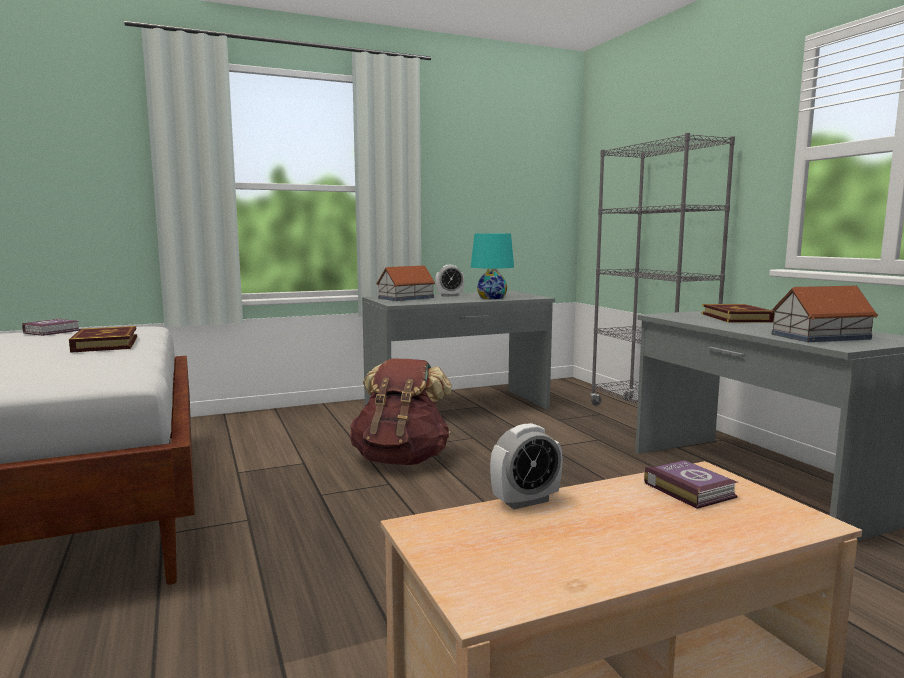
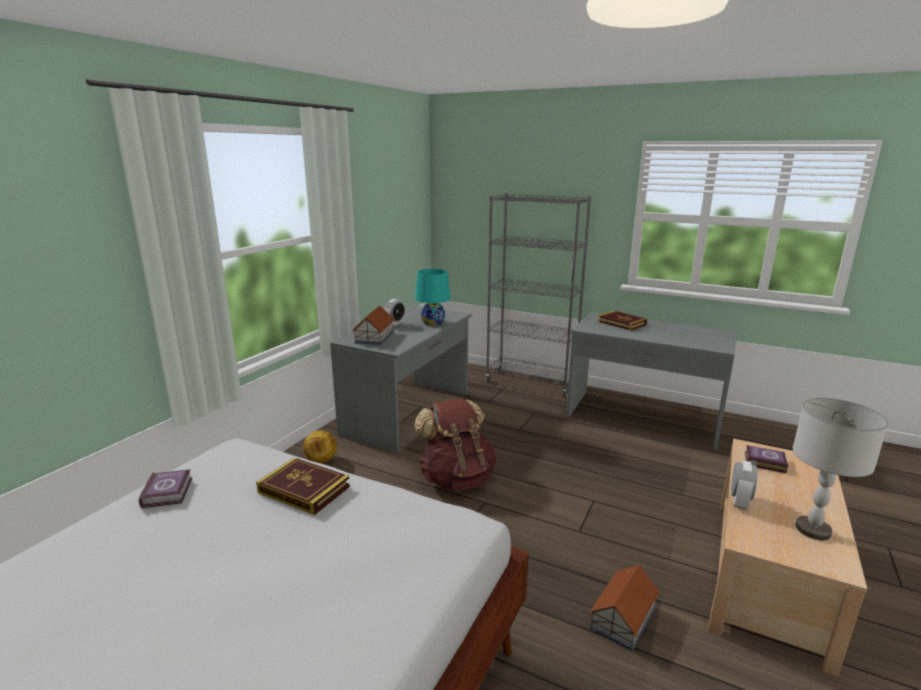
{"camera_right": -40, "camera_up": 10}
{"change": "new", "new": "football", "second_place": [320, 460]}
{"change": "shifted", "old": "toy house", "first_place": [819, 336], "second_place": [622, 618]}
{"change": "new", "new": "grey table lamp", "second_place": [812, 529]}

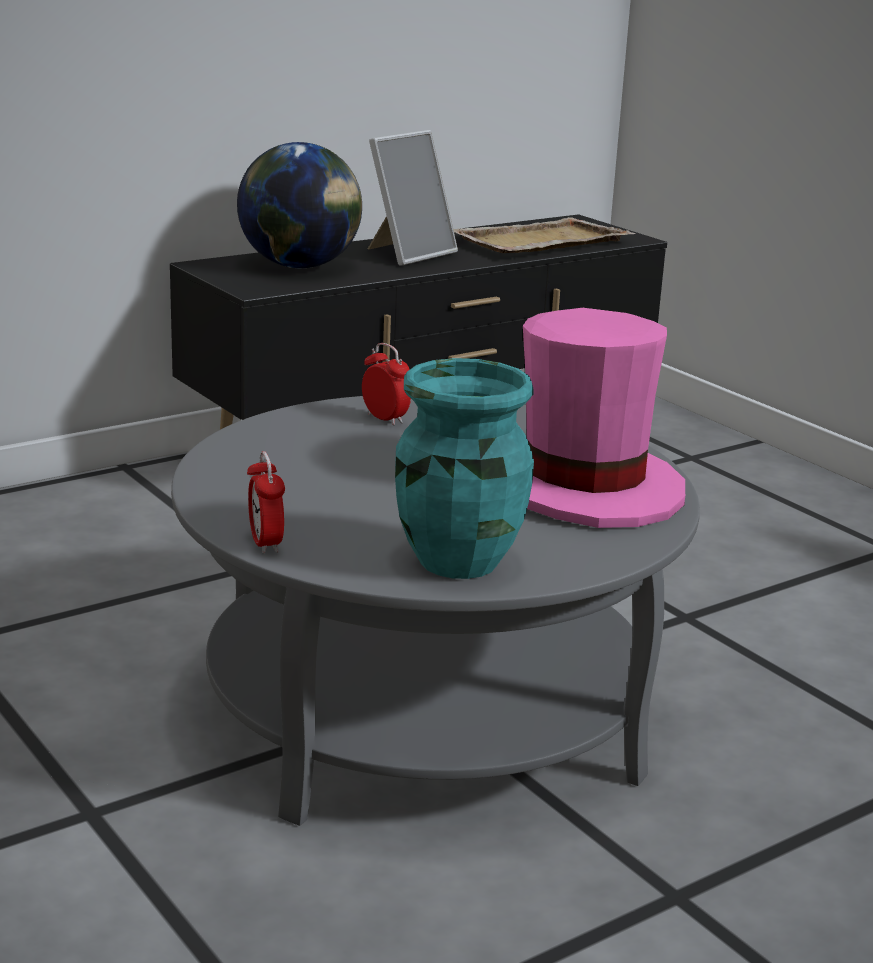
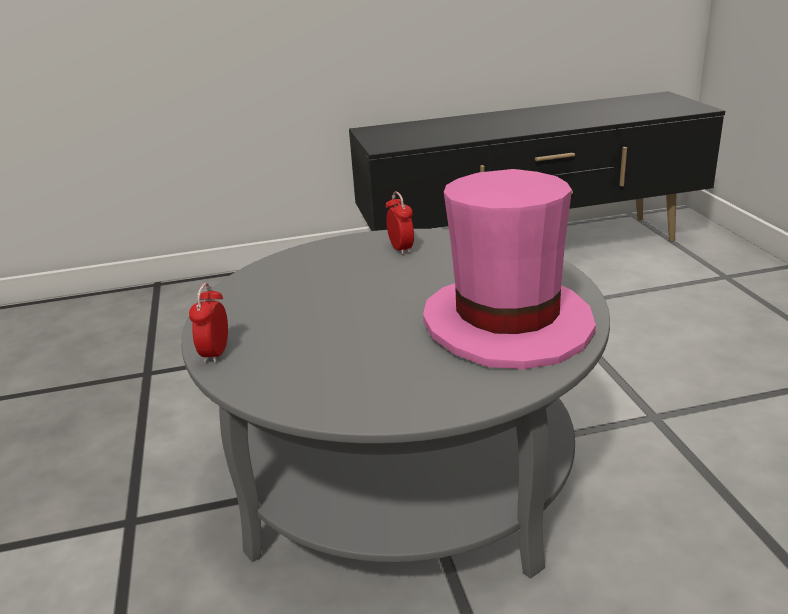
{"camera_right": 25, "camera_up": 5}
{"change": "gone", "old": "globe", "first_place": [300, 266]}
{"change": "gone", "old": "picture frame", "first_place": [408, 254]}
{"change": "gone", "old": "turquoise vase", "first_place": [456, 561]}
{"change": "gone", "old": "beige tray", "first_place": [539, 242]}

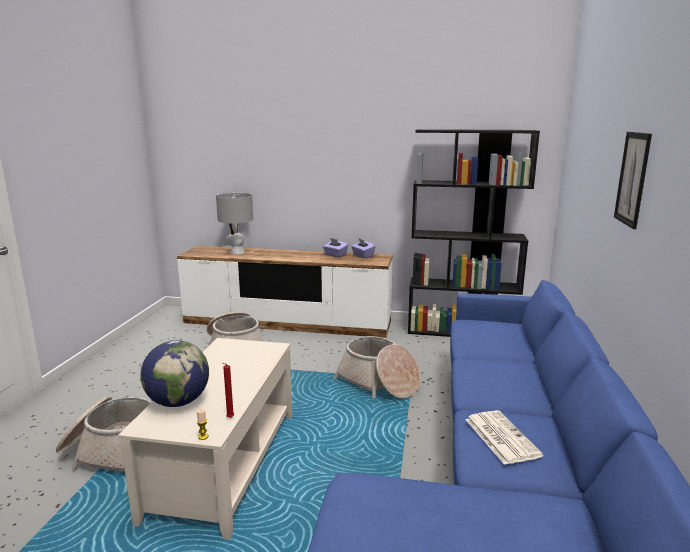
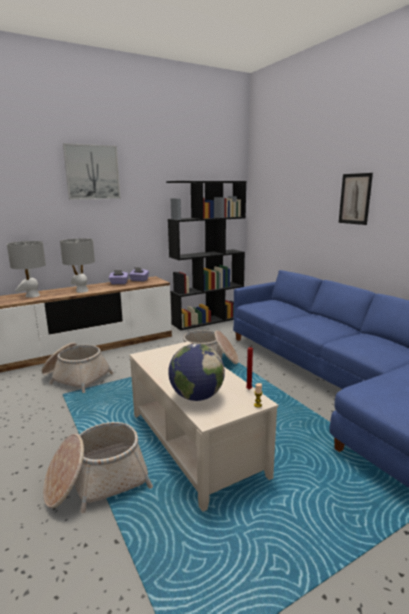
{"camera_right": -40, "camera_up": 0}
{"change": "new", "new": "grey table lamp", "second_place": [82, 291]}
{"change": "new", "new": "picture", "second_place": [92, 172]}
{"change": "gone", "old": "newspaper", "first_place": [500, 437]}

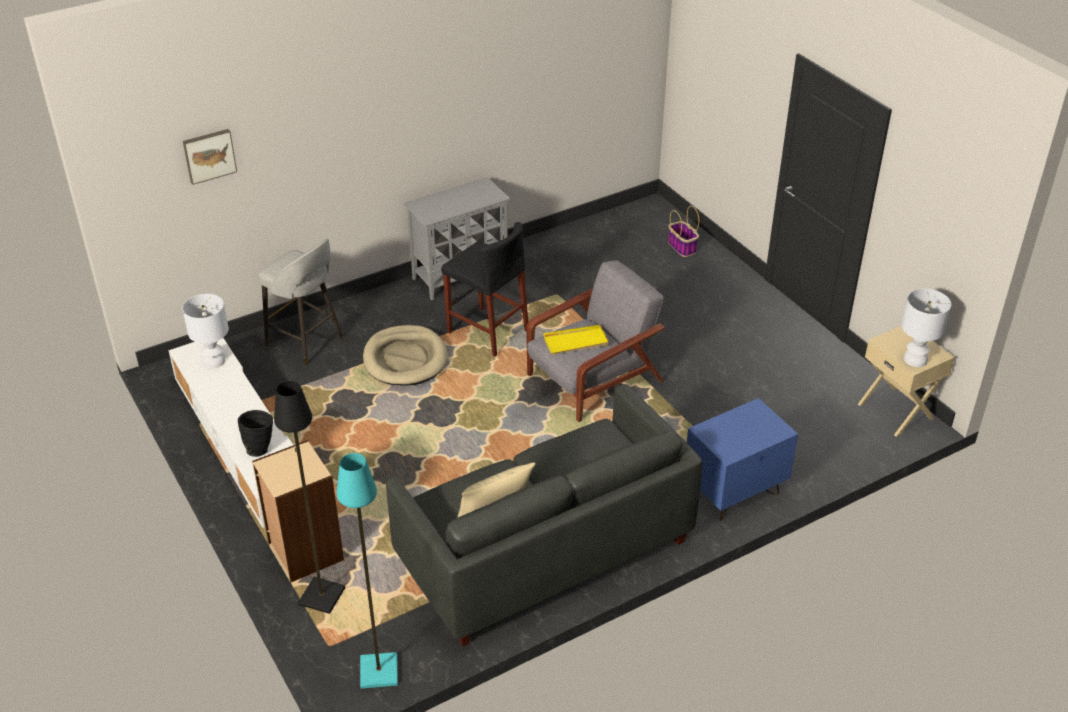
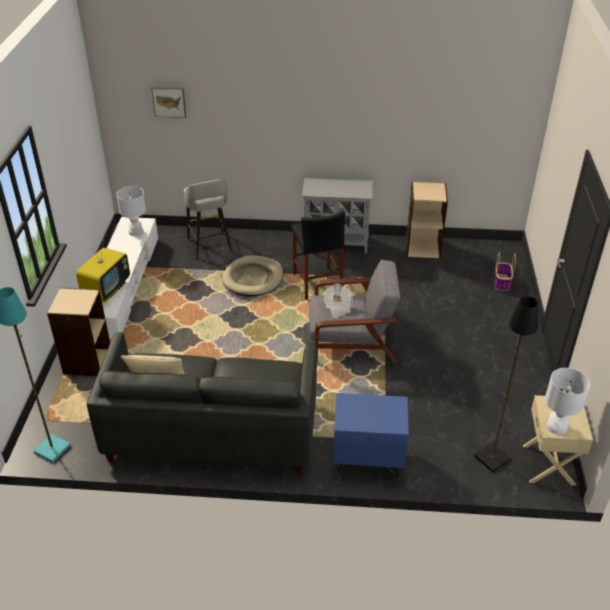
{"camera_right": 35, "camera_up": 0}
{"change": "swapped", "old": "black vase", "new": "television", "first_place": [260, 448], "second_place": [106, 289]}
{"change": "swapped", "old": "yellow tray", "new": "newspaper", "first_place": [576, 342], "second_place": [337, 307]}
{"change": "new", "new": "beige bookcase", "second_place": [422, 248]}
{"change": "shifted", "old": "black floor lamp", "first_place": [322, 597], "second_place": [492, 459]}

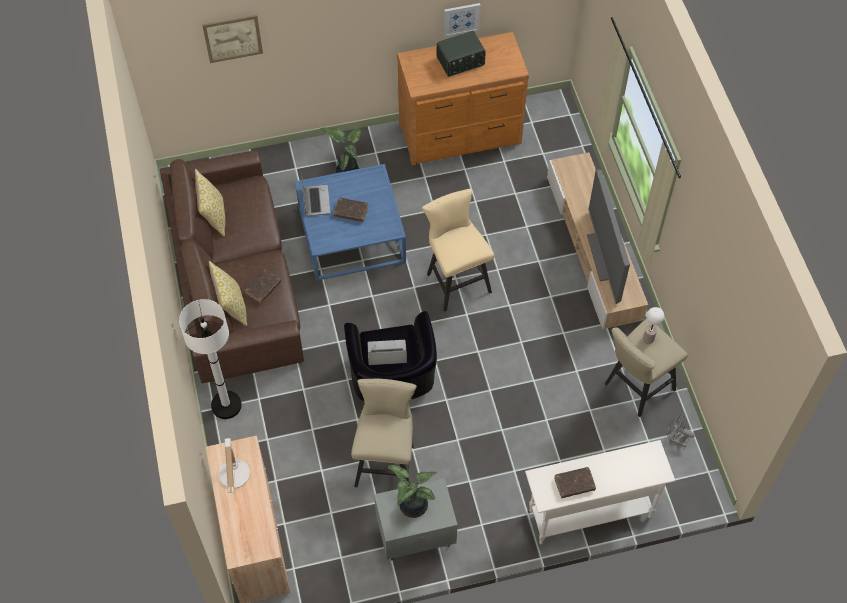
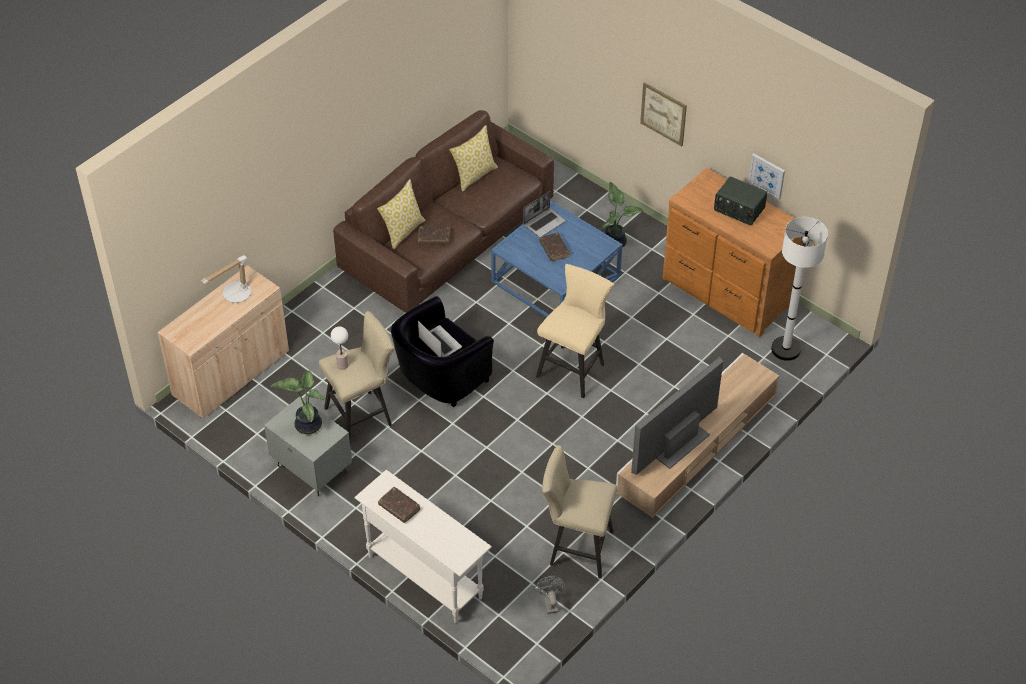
{"camera_right": 55, "camera_up": -10}
{"change": "shifted", "old": "table lamp", "first_place": [648, 339], "second_place": [342, 365]}
{"change": "shifted", "old": "picture", "first_place": [233, 38], "second_place": [663, 114]}
{"change": "shifted", "old": "white floor lamp", "first_place": [226, 405], "second_place": [786, 349]}

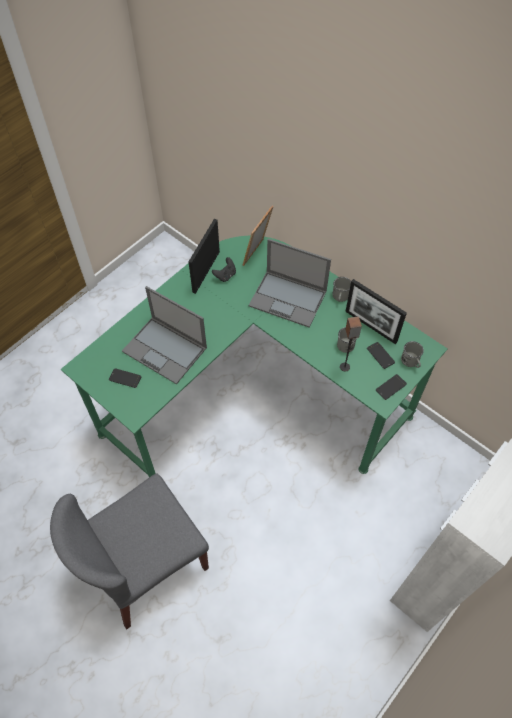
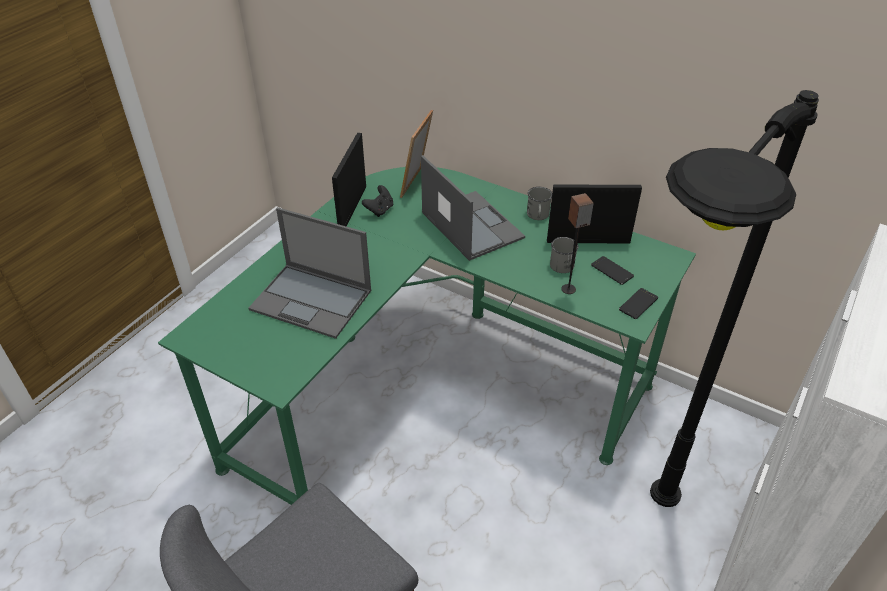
{"camera_right": -10, "camera_up": -15}
{"change": "rotated", "old": "laptop", "first_place": [289, 299], "second_place": [471, 225], "degrees": -135}
{"change": "rotated", "old": "picture frame", "first_place": [371, 326], "second_place": [588, 241], "degrees": 150}
{"change": "new", "new": "black floor lamp", "second_place": [621, 566]}
{"change": "gone", "old": "phone", "first_place": [125, 378]}
{"change": "gone", "old": "grey mug", "first_place": [411, 362]}

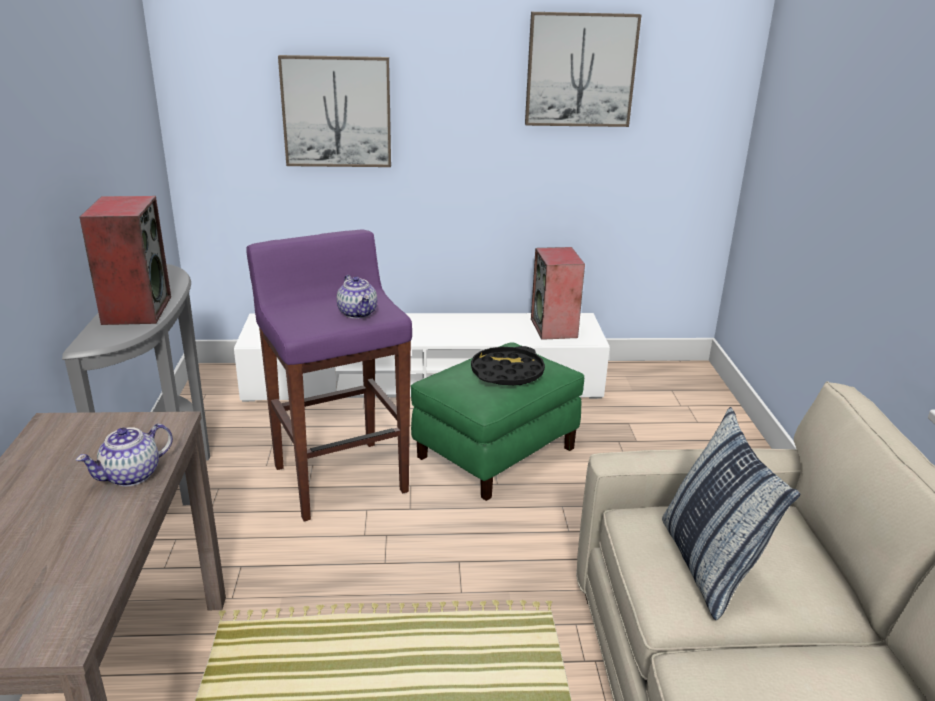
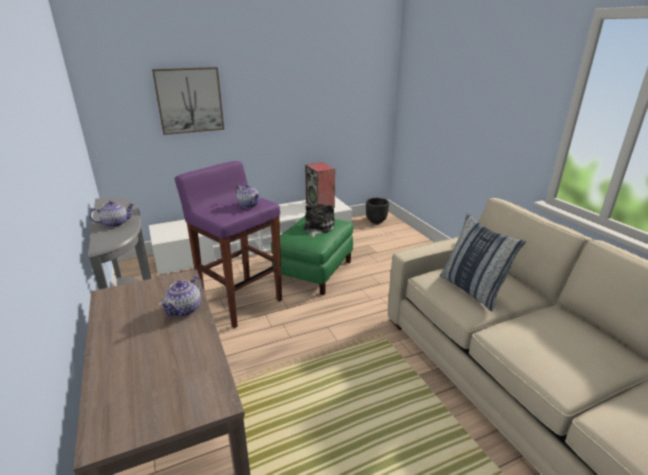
{"camera_right": -20, "camera_up": 0}
{"change": "swapped", "old": "speaker", "new": "teapot", "first_place": [136, 309], "second_place": [116, 223]}
{"change": "swapped", "old": "black tray", "new": "plush toy", "first_place": [507, 373], "second_place": [317, 228]}
{"change": "new", "new": "black planter", "second_place": [376, 221]}
{"change": "gone", "old": "picture", "first_place": [580, 70]}

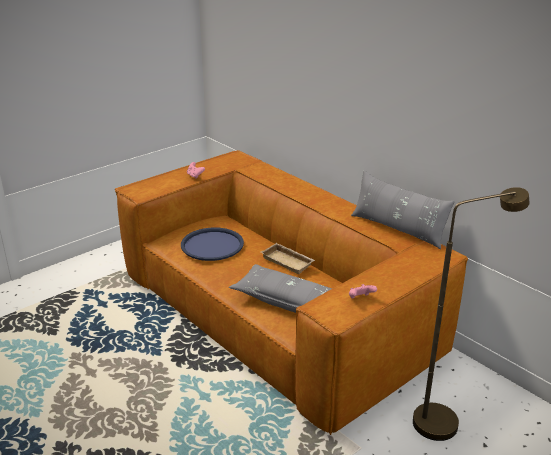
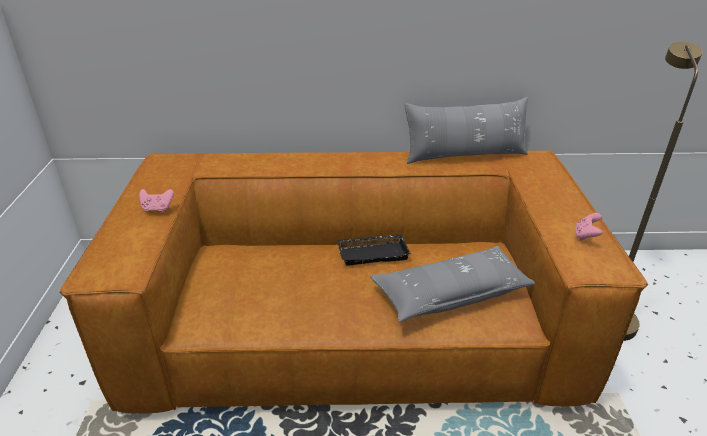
{"camera_right": -50, "camera_up": 5}
{"change": "repainted", "old": "beige tray", "new": "black tray", "first_place": [288, 261], "second_place": [373, 252]}
{"change": "gone", "old": "blue tray", "first_place": [212, 245]}

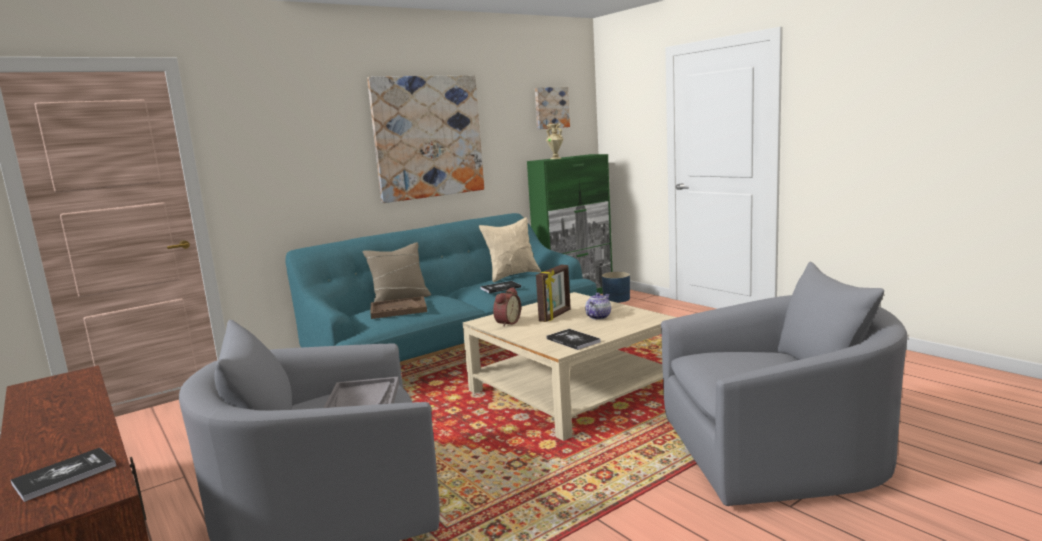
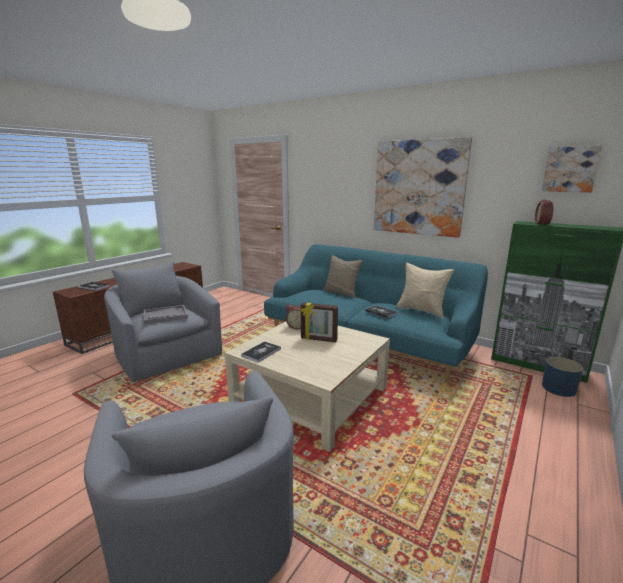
{"camera_right": 70, "camera_up": 5}
{"change": "swapped", "old": "beige vase", "new": "alarm clock", "first_place": [556, 158], "second_place": [543, 224]}
{"change": "gone", "old": "brown tray", "first_place": [398, 309]}
{"change": "gone", "old": "teapot", "first_place": [598, 317]}

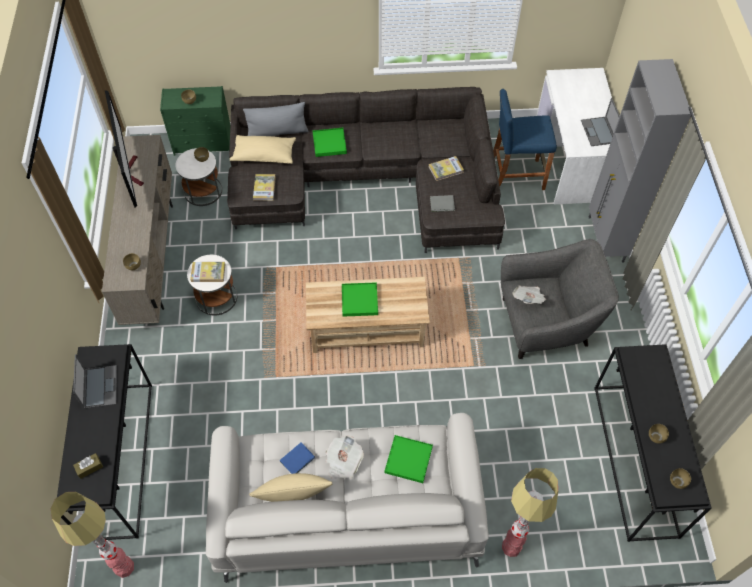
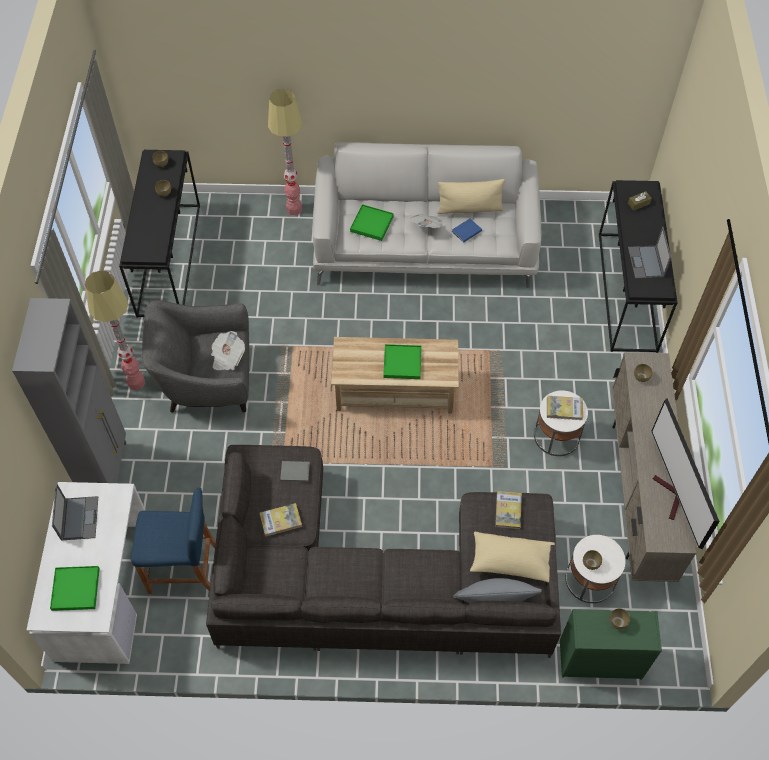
{"camera_right": -175, "camera_up": 0}
{"change": "shifted", "old": "green tray", "first_place": [329, 143], "second_place": [76, 589]}
{"change": "shifted", "old": "floor lamp", "first_place": [124, 567], "second_place": [136, 382]}

